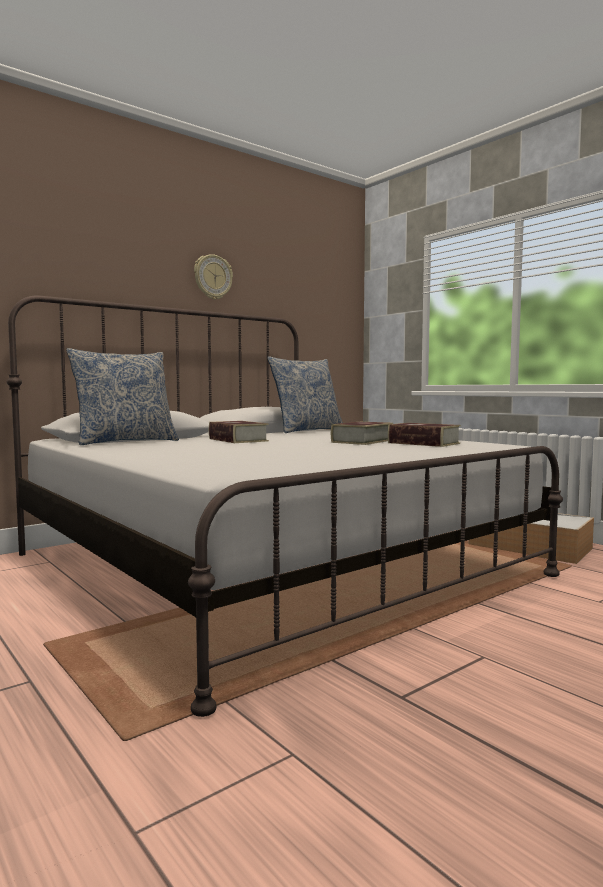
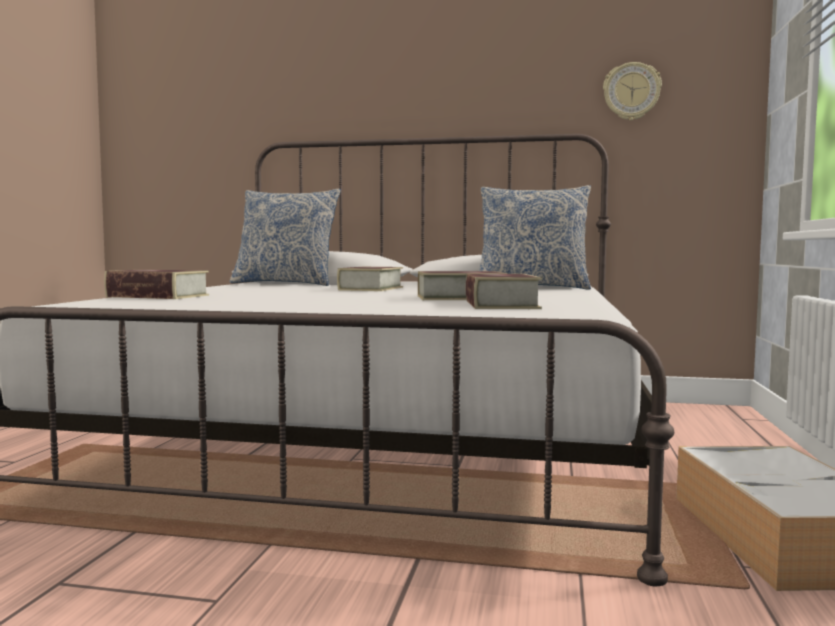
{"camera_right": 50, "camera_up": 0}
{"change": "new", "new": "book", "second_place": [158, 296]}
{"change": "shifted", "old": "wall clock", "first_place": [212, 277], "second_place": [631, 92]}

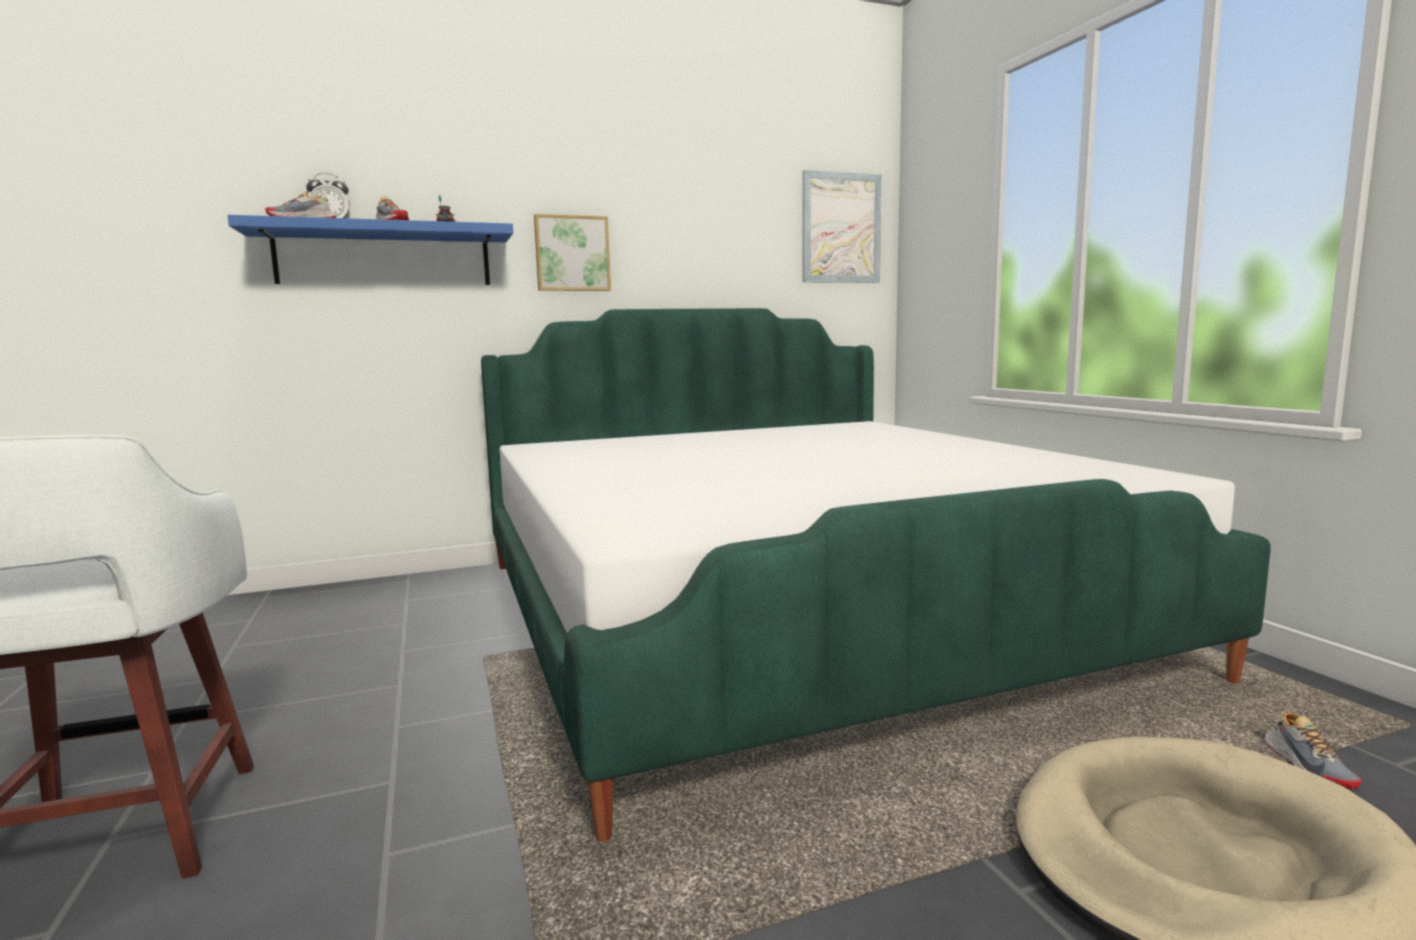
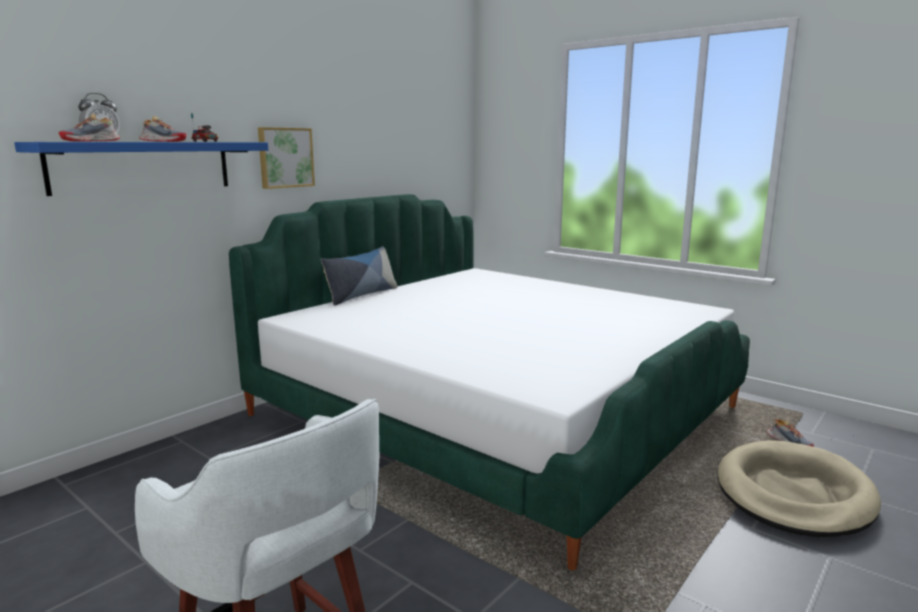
{"camera_right": -30, "camera_up": 5}
{"change": "new", "new": "pillow", "second_place": [361, 295]}
{"change": "gone", "old": "picture", "first_place": [841, 228]}

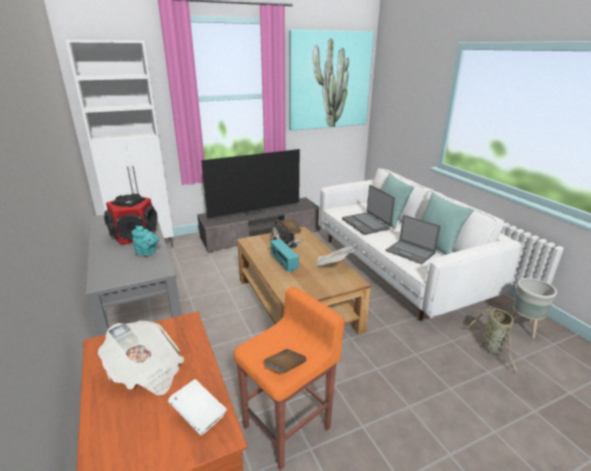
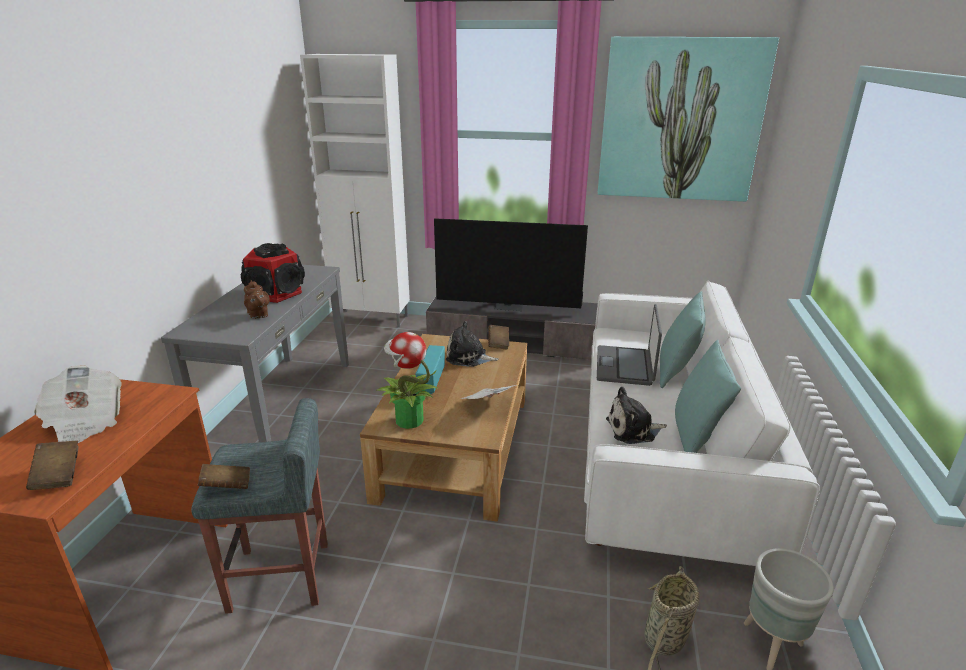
{"camera_right": 35, "camera_up": 0}
{"change": "repainted", "old": "white book", "new": "brown book", "first_place": [199, 415], "second_place": [58, 476]}
{"change": "repainted", "old": "orange stool", "new": "grey stool", "first_place": [288, 427], "second_place": [281, 577]}
{"change": "repainted", "old": "turquoise teapot", "new": "brown teapot", "first_place": [147, 253], "second_place": [258, 315]}
{"change": "new", "new": "potted plant", "second_place": [408, 420]}
{"change": "swapped", "old": "laptop", "new": "plush toy", "first_place": [410, 252], "second_place": [633, 430]}

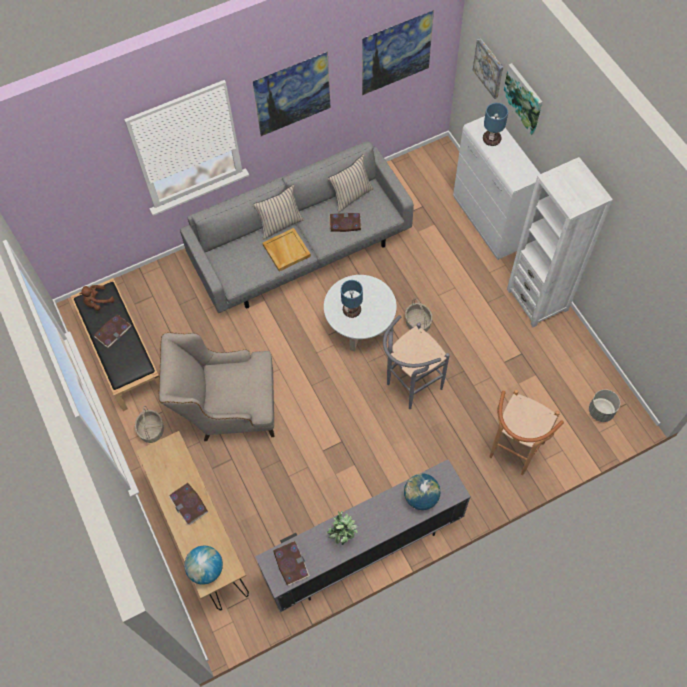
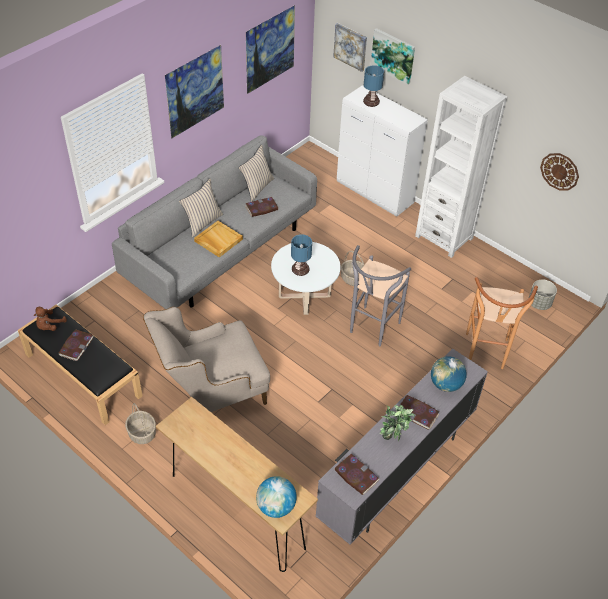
{"camera_right": -25, "camera_up": -15}
{"change": "shifted", "old": "book", "first_place": [189, 504], "second_place": [417, 413]}
{"change": "new", "new": "wall clock", "second_place": [559, 171]}

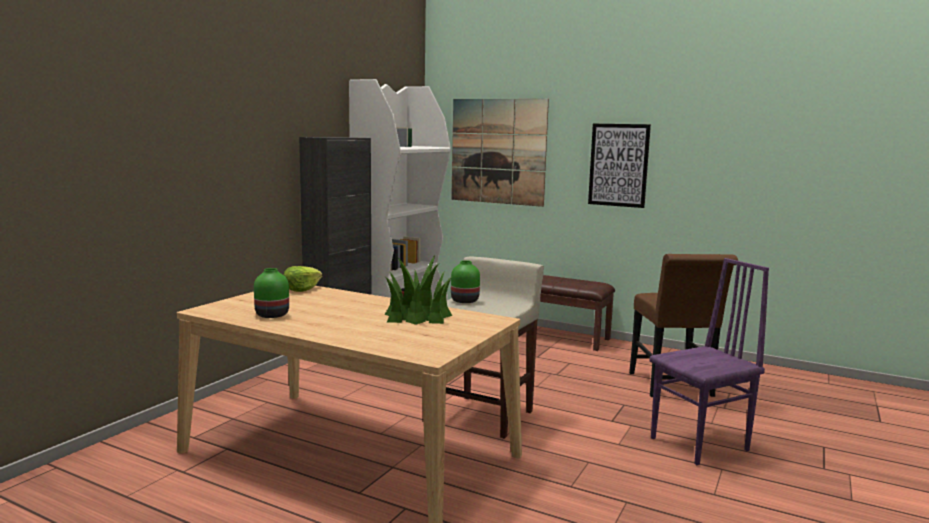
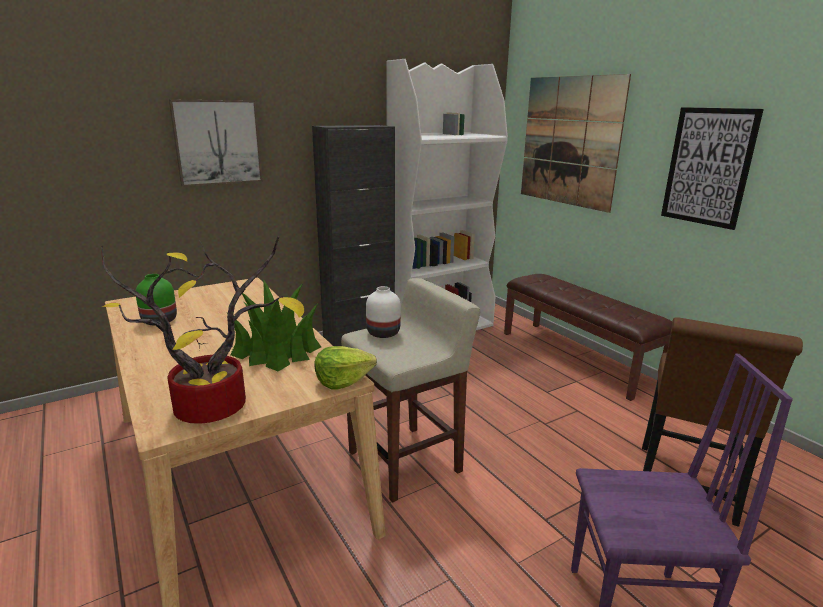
{"camera_right": 30, "camera_up": 10}
{"change": "new", "new": "potted plant", "second_place": [216, 404]}
{"change": "new", "new": "picture", "second_place": [217, 142]}
{"change": "shifted", "old": "lettuce", "first_place": [301, 289], "second_place": [343, 381]}
{"change": "repainted", "old": "green vase", "new": "white vase", "first_place": [465, 301], "second_place": [383, 333]}

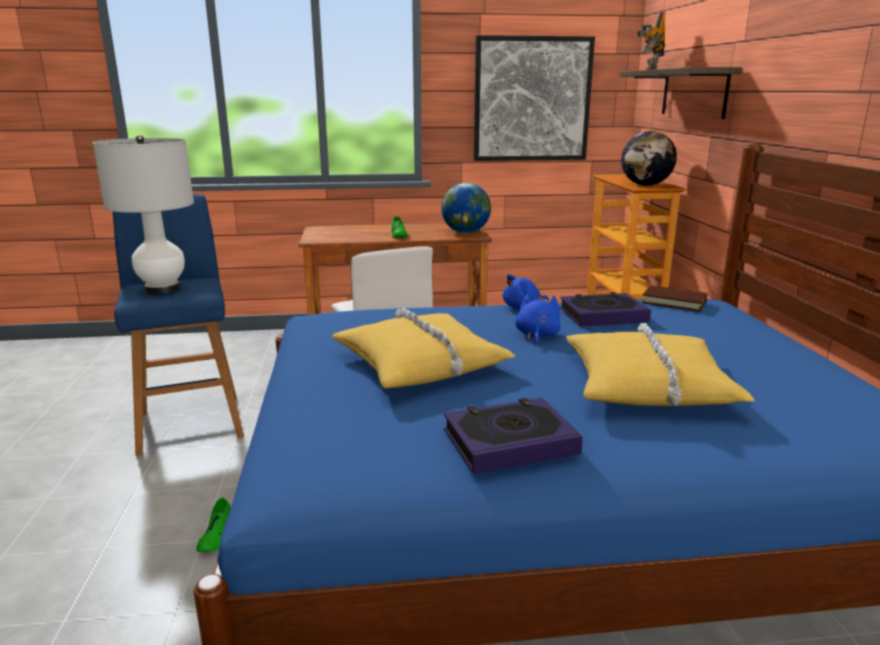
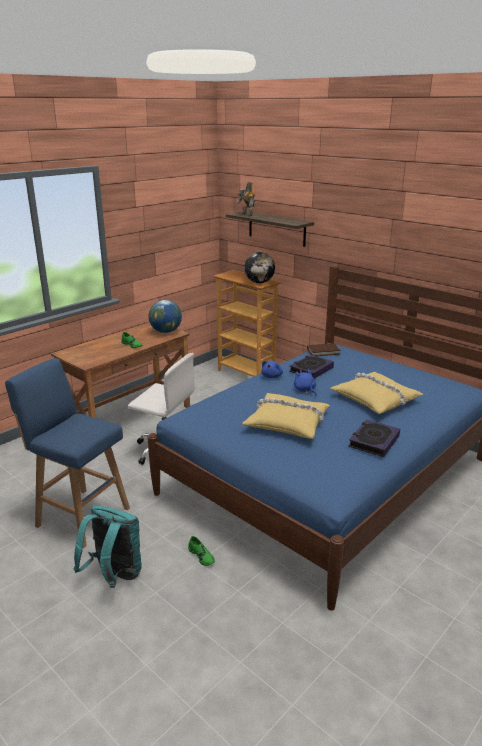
{"camera_right": -40, "camera_up": 5}
{"change": "new", "new": "turquoise backpack", "second_place": [114, 576]}
{"change": "gone", "old": "white table lamp", "first_place": [163, 289]}
{"change": "gone", "old": "picture", "first_place": [532, 99]}

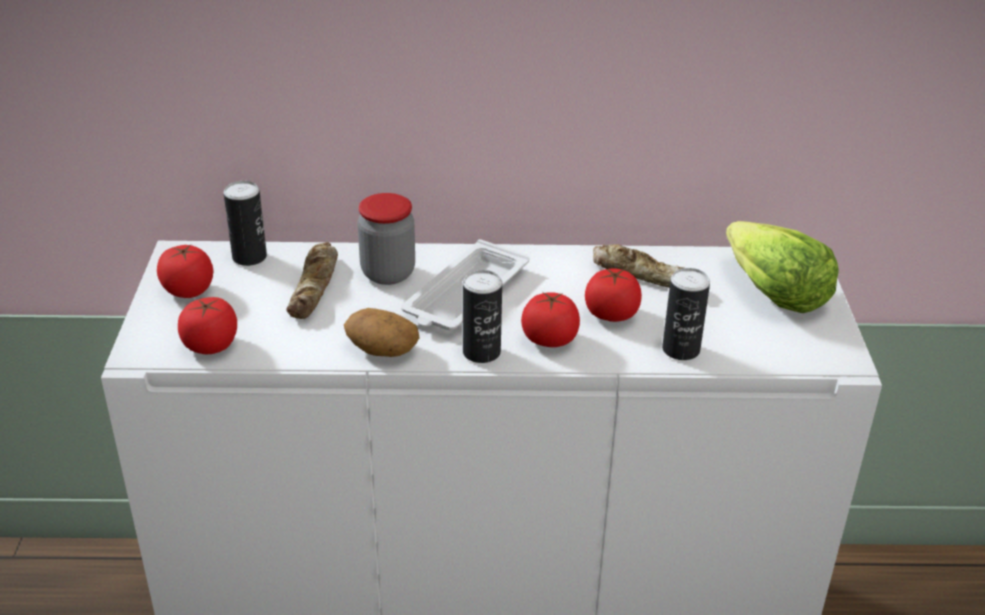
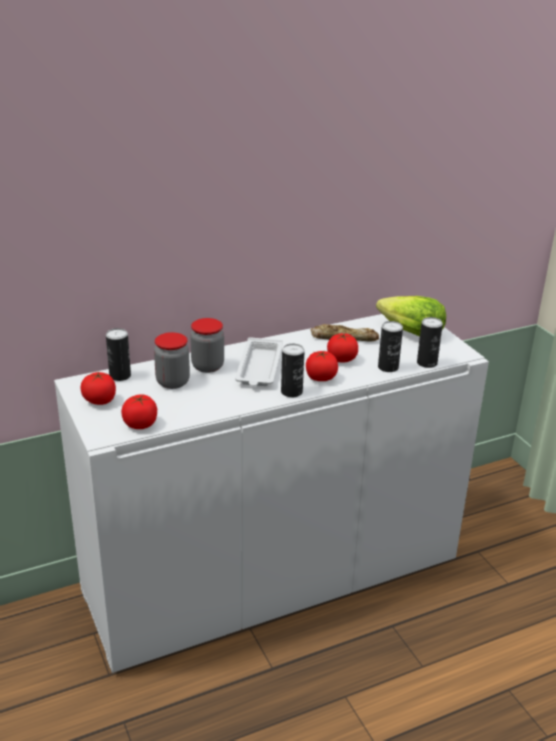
{"camera_right": -25, "camera_up": -5}
{"change": "swapped", "old": "bread", "new": "jar", "first_place": [315, 287], "second_place": [173, 382]}
{"change": "new", "new": "can", "second_place": [427, 363]}
{"change": "gone", "old": "potato", "first_place": [381, 349]}

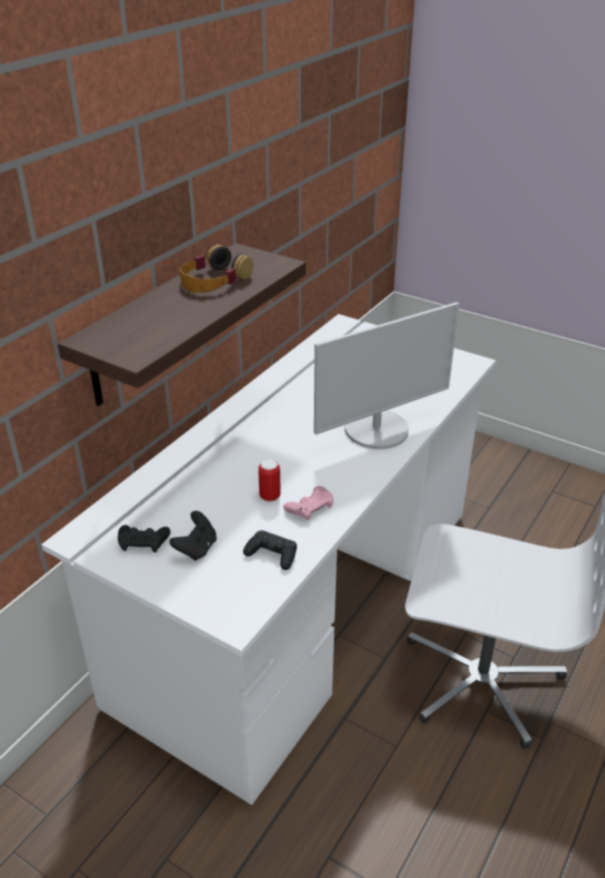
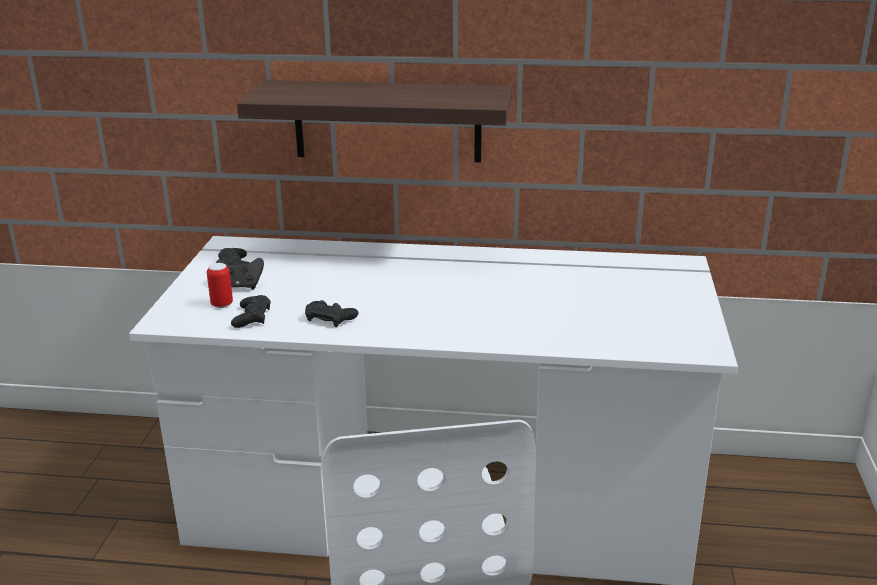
{"camera_right": 65, "camera_up": -10}
{"change": "shifted", "old": "can", "first_place": [270, 496], "second_place": [222, 304]}
{"change": "repainted", "old": "pink game controller", "new": "black game controller", "first_place": [310, 507], "second_place": [330, 318]}
{"change": "gone", "old": "headphones", "first_place": [214, 280]}
{"change": "gone", "old": "monitor", "first_place": [377, 430]}

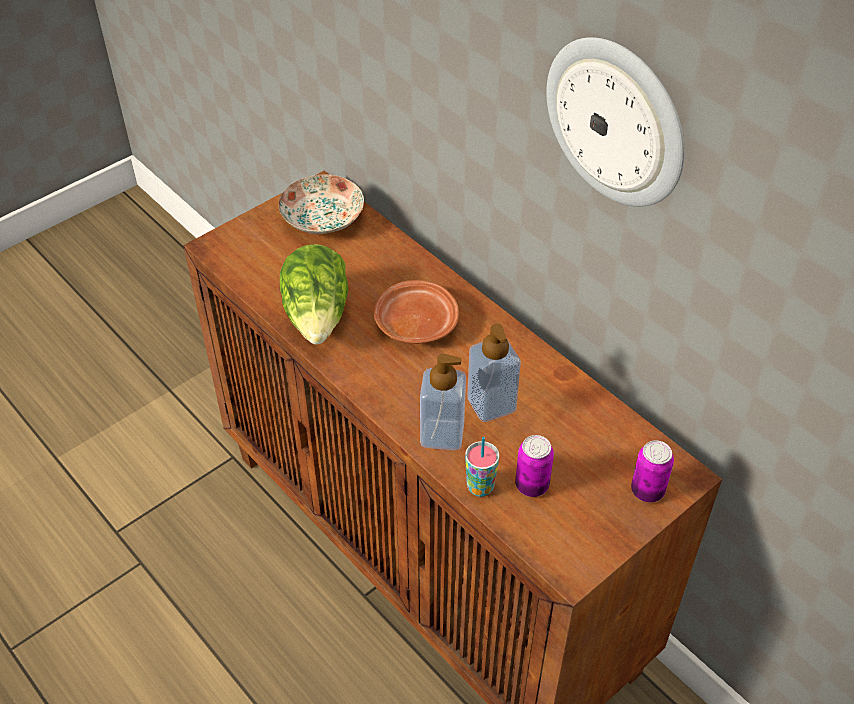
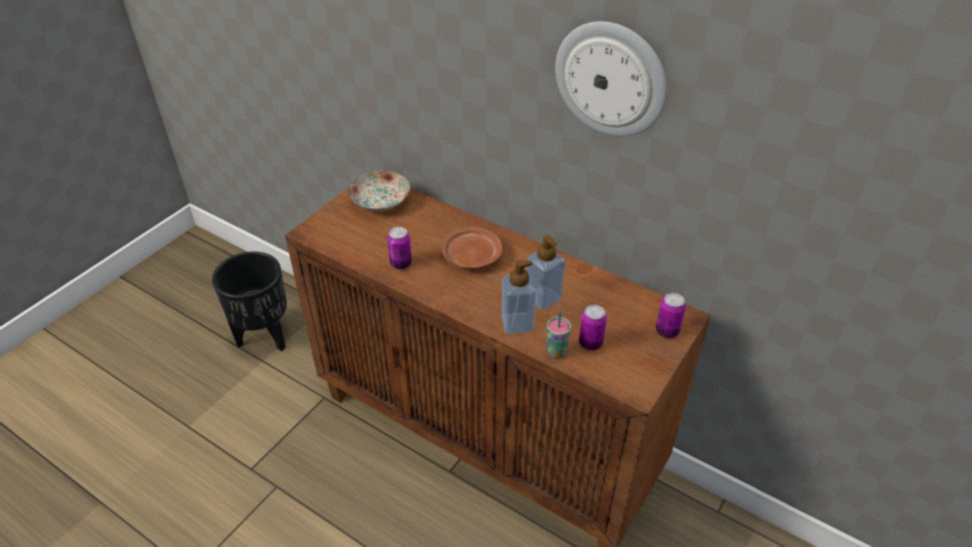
{"camera_right": -15, "camera_up": -5}
{"change": "new", "new": "black planter", "second_place": [265, 336]}
{"change": "swapped", "old": "lettuce", "new": "can", "first_place": [318, 315], "second_place": [401, 264]}

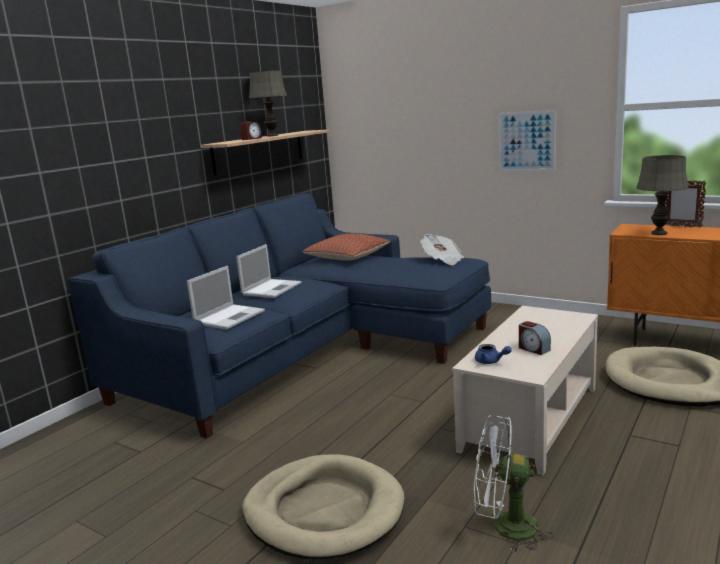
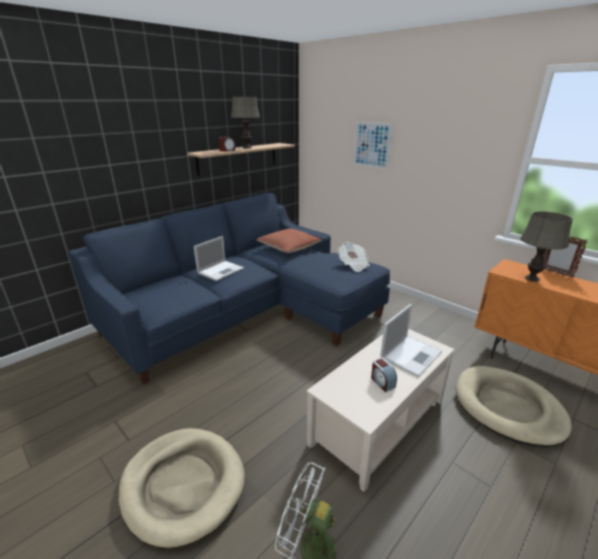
{"camera_right": 10, "camera_up": 10}
{"change": "shifted", "old": "picture", "first_place": [526, 141], "second_place": [372, 145]}
{"change": "shifted", "old": "laptop", "first_place": [230, 317], "second_place": [411, 354]}
{"change": "gone", "old": "blue teapot", "first_place": [491, 362]}

